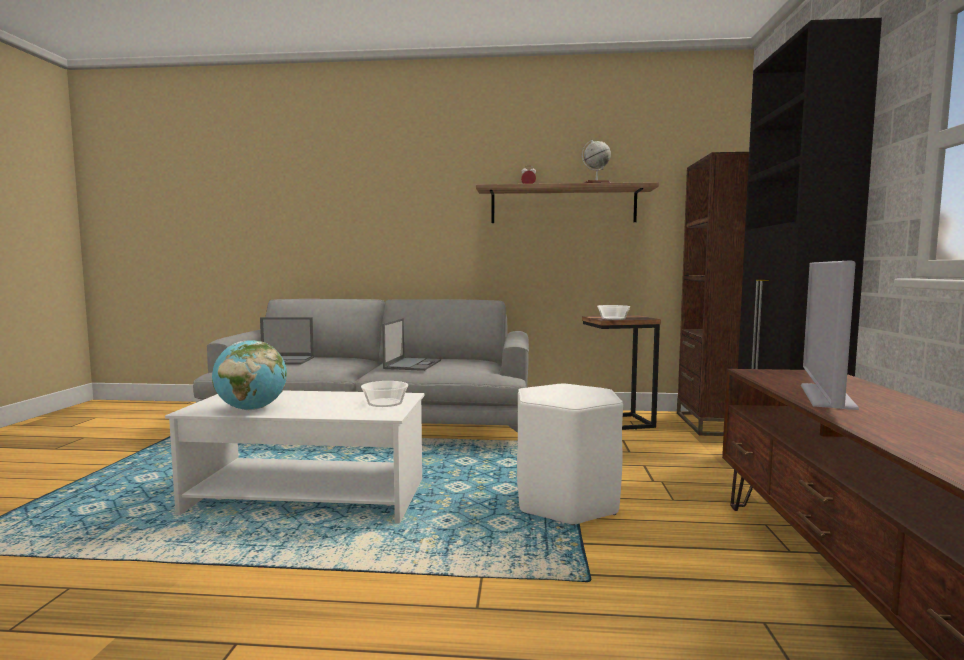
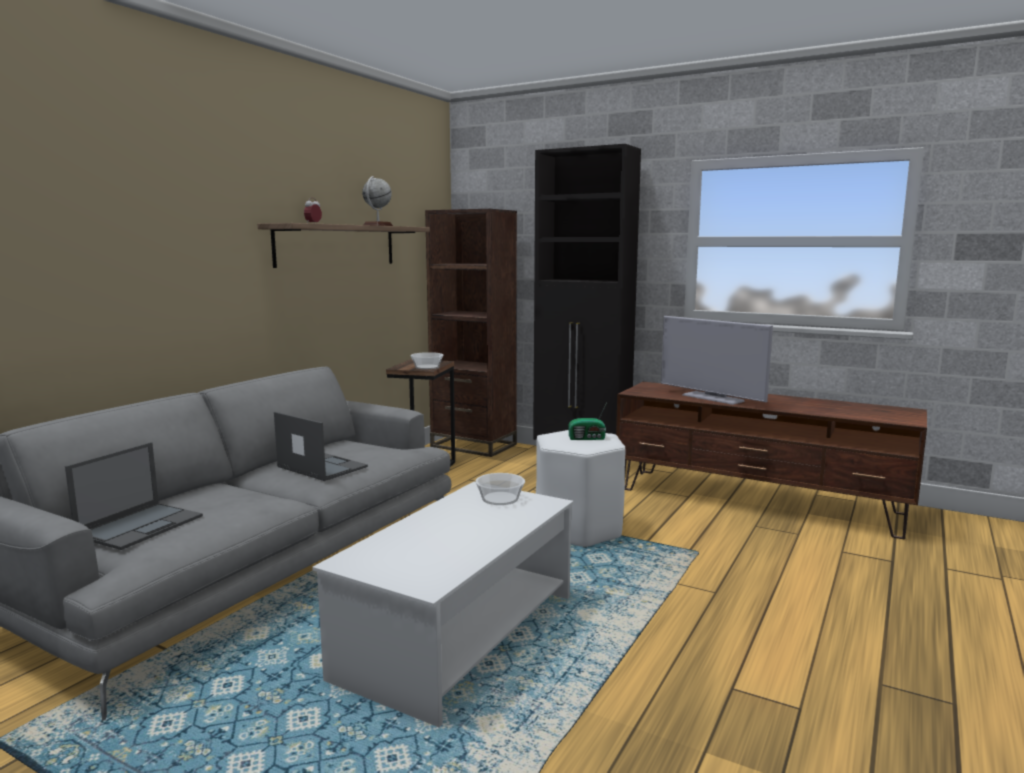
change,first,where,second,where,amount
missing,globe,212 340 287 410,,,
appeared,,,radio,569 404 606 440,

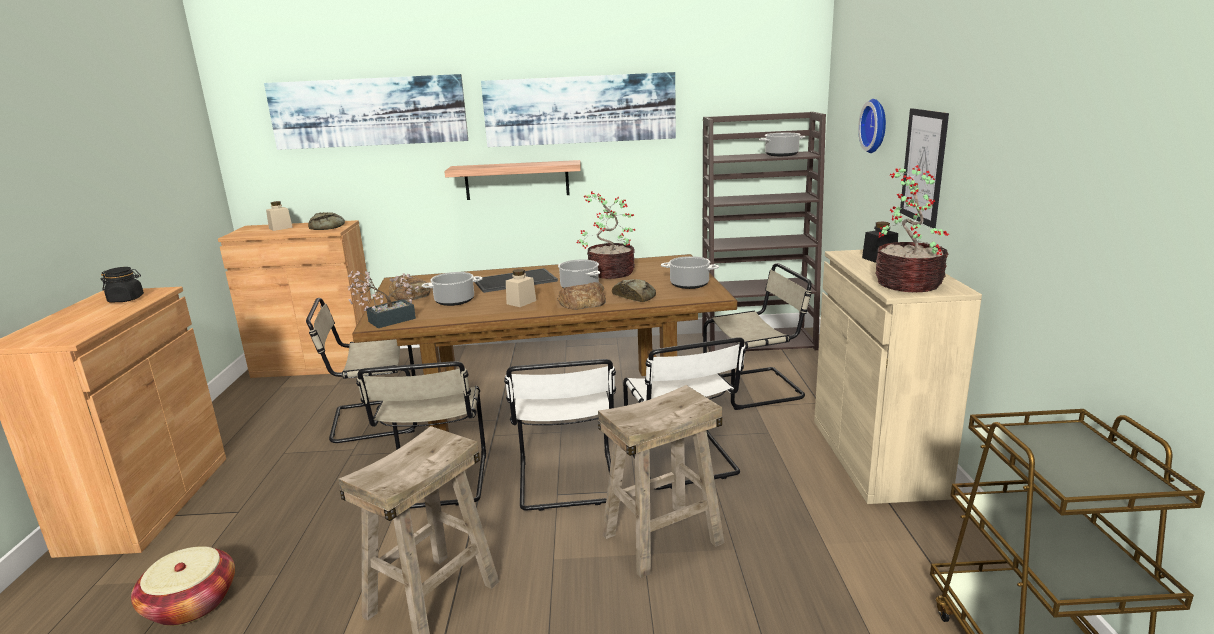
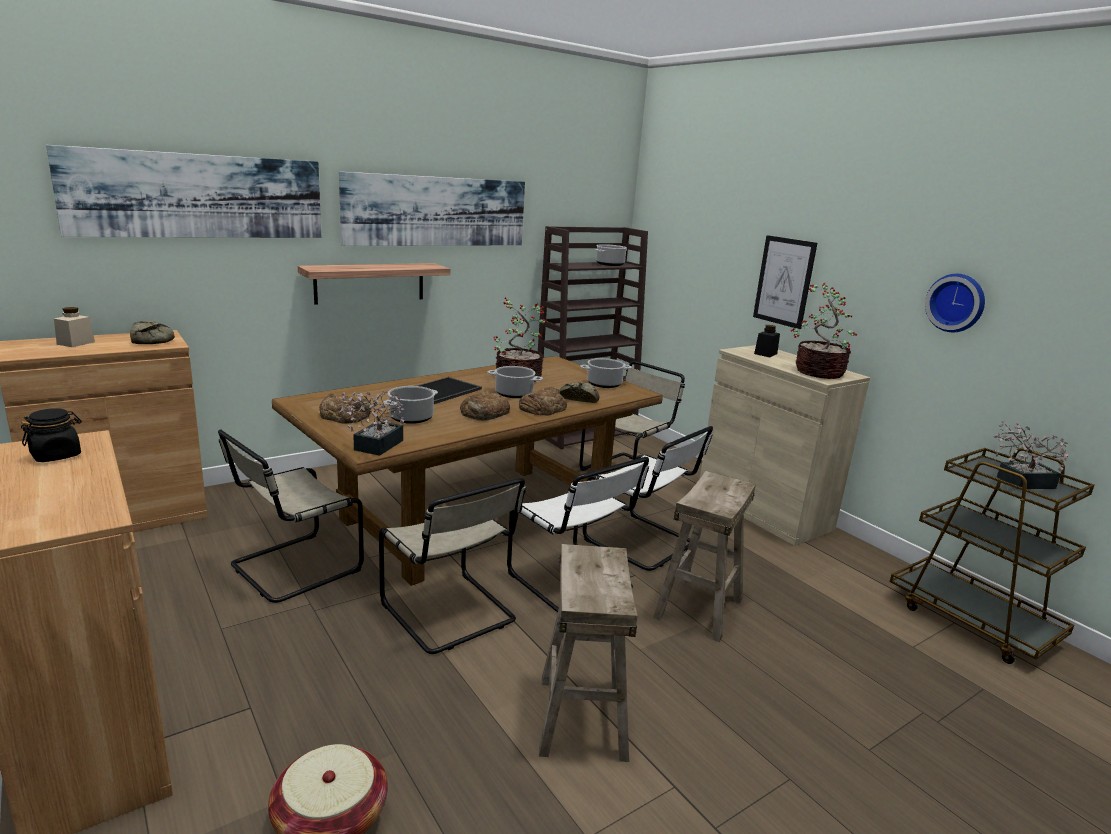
change,first,where,second,where,amount
relocated,wall clock,858 99 886 153,,925 274 985 332,
exchanged,beige jar,506 269 536 307,bakery bread,460 392 510 421,
appeared,,,potted plant,993 420 1069 489,

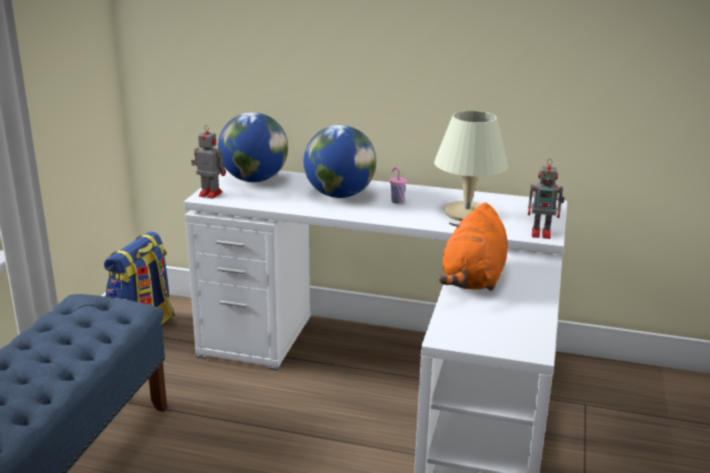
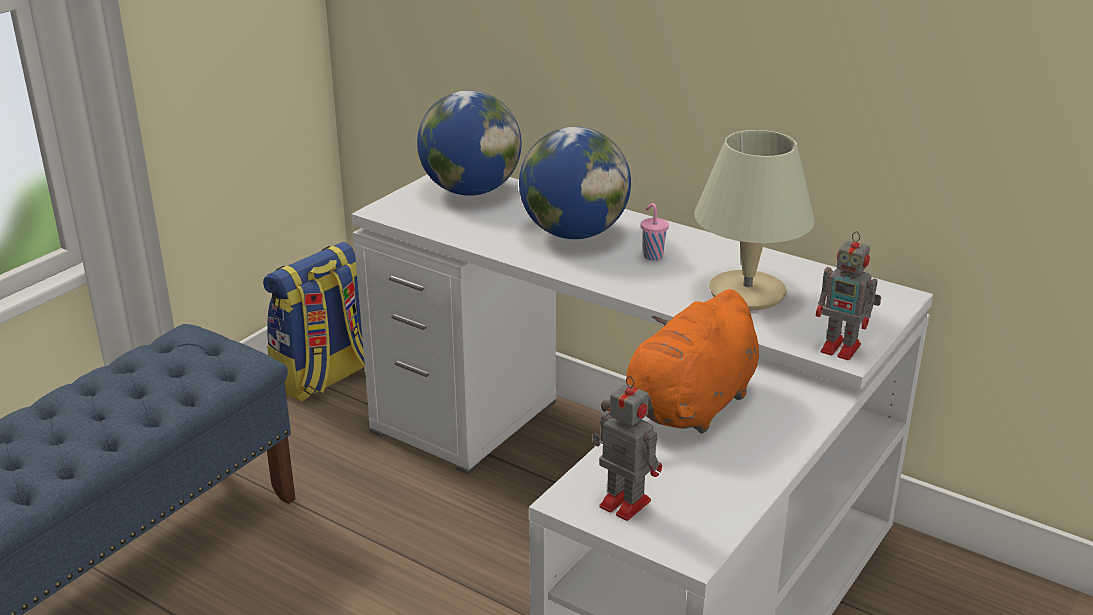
change,first,where,second,where,amount
relocated,robot figure,191 125 226 199,,592 376 662 521,

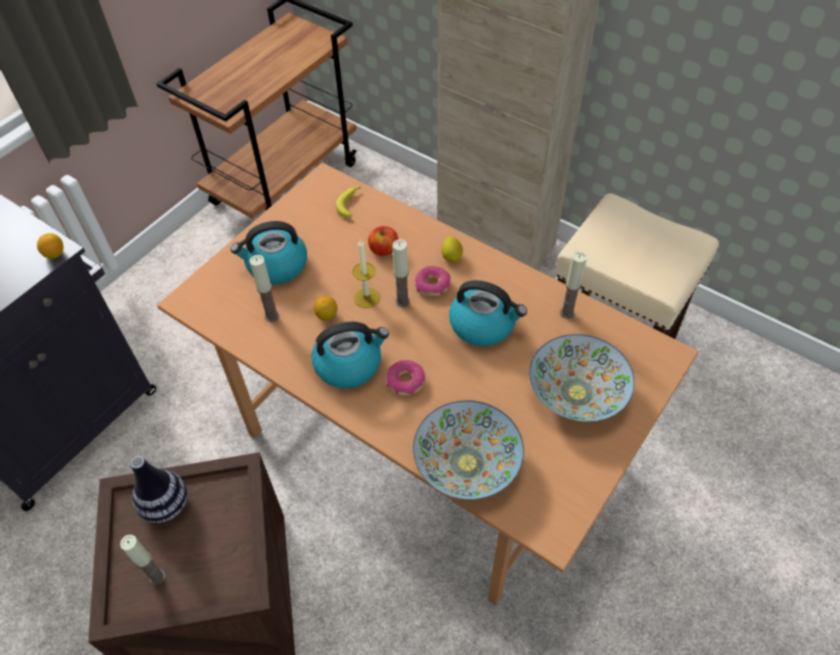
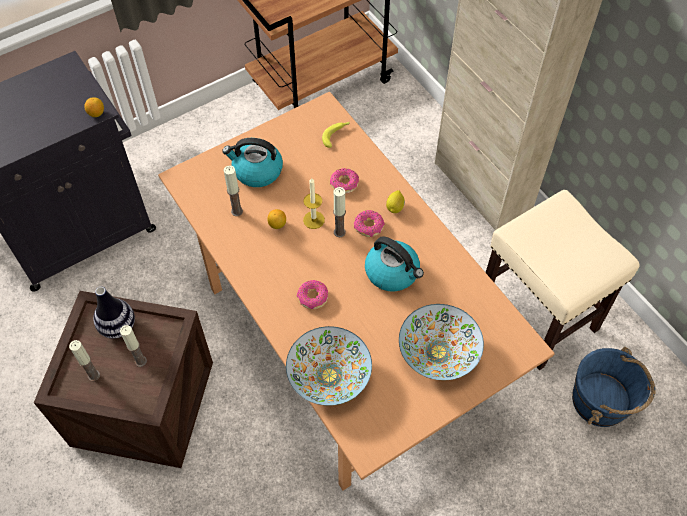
change,first,where,second,where,amount
exchanged,apple fruit,368 226 398 256,donut,330 168 359 194,
relocated,candle,560 251 587 319,,120 325 147 367,
missing,kettle,311 322 389 389,,,
appeared,,,blue-coloured bucket,572 347 656 427,

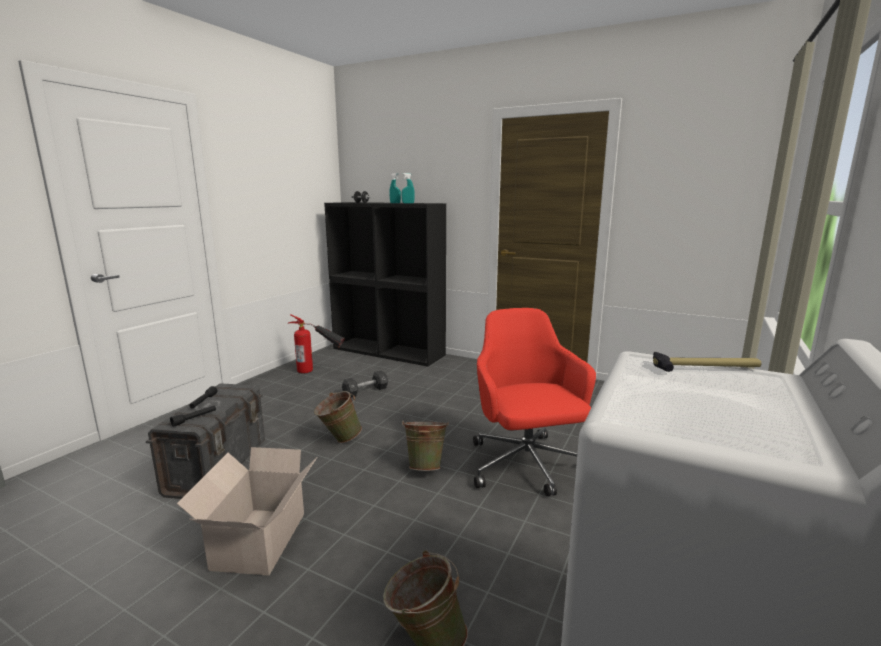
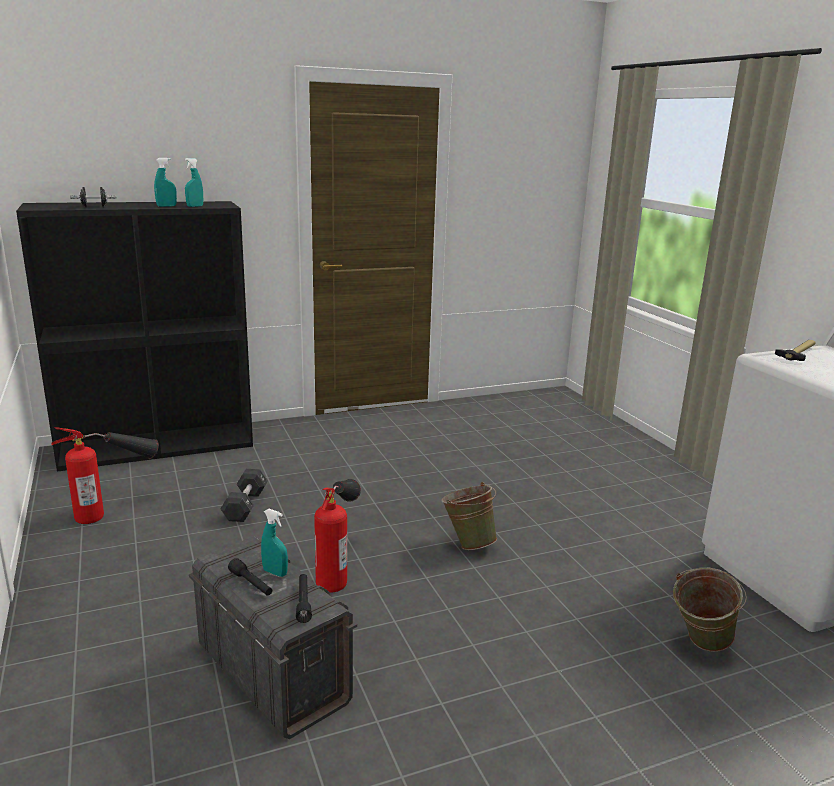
change,first,where,second,where,amount
missing,red office chair,473 308 596 496,,,
exchanged,green-coloured bucket,314 391 362 443,extinguisher,314 479 361 593,
missing,packing box,177 447 317 576,,,
appeared,,,turquoise-coloured sprayer,261 509 288 577,

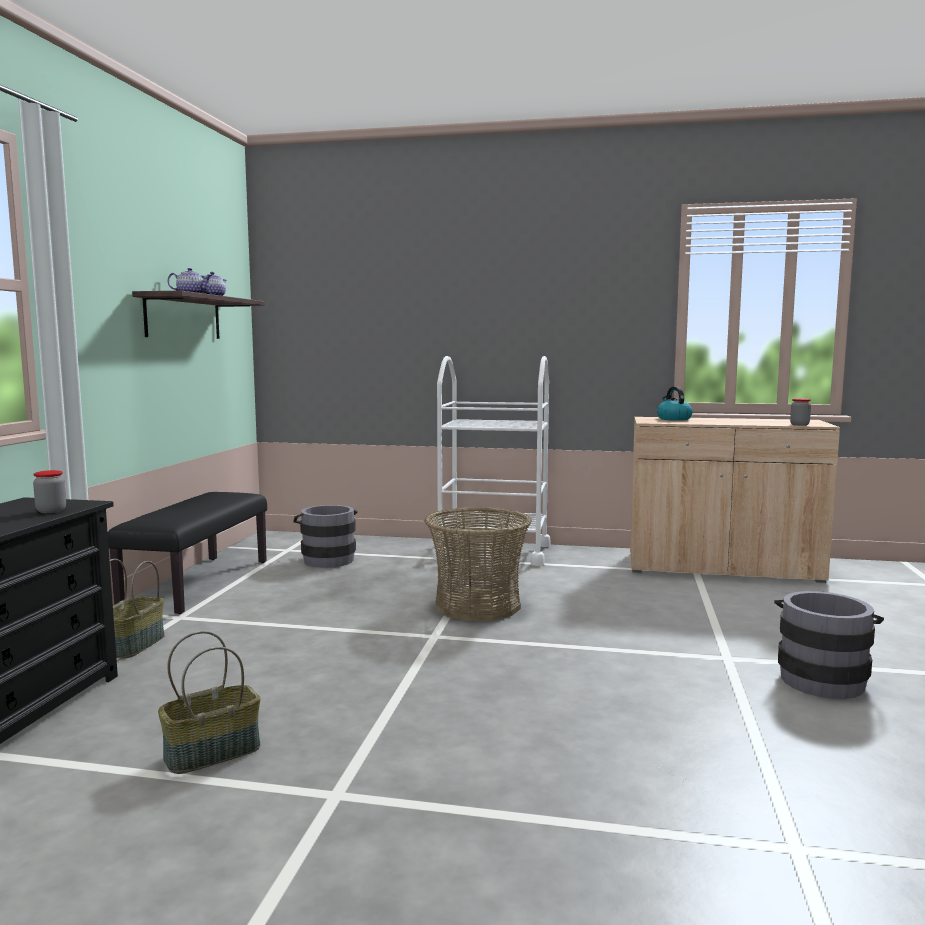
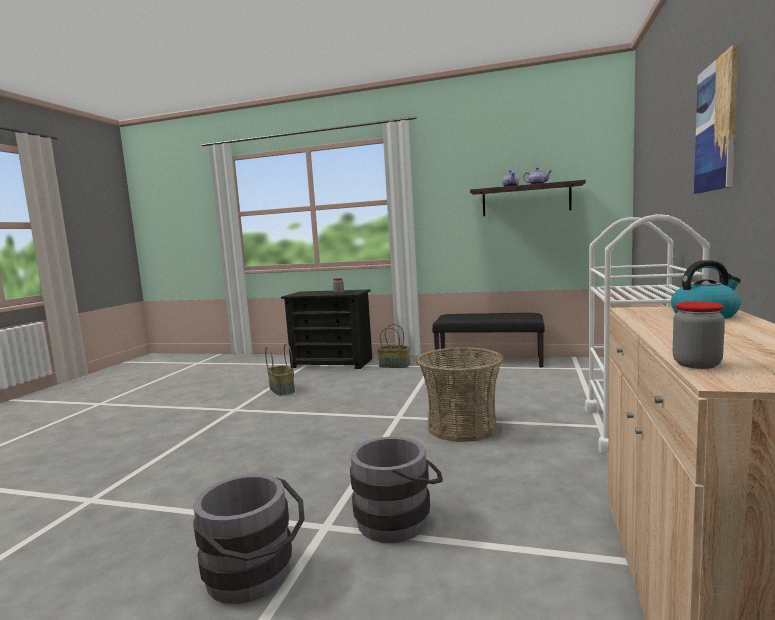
change,first,where,second,where,amount
relocated,grey bucket,293 505 358 568,,350 437 443 543,
appeared,,,wall picture,694 44 739 194,

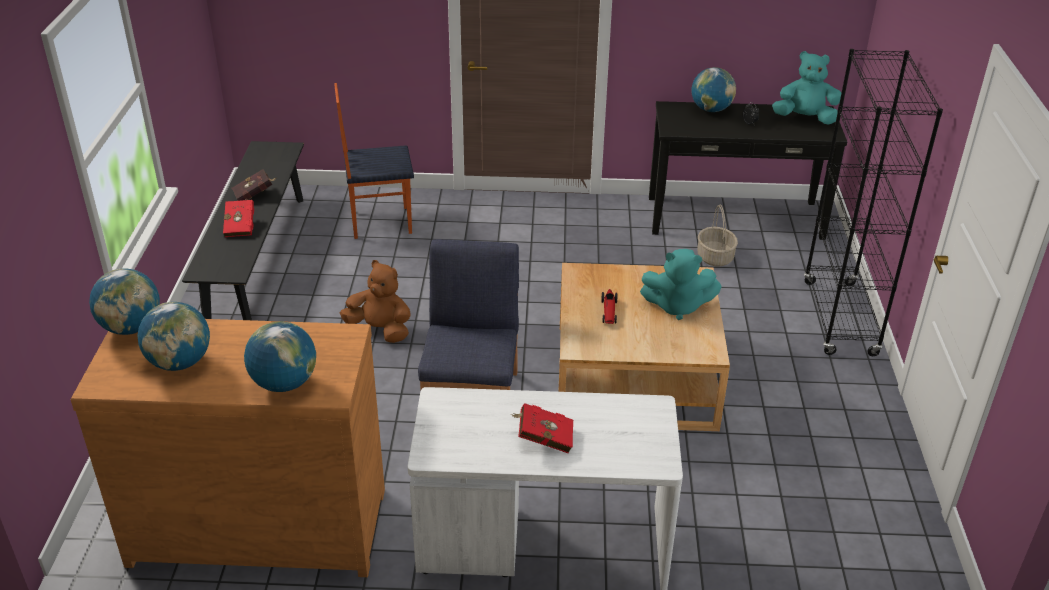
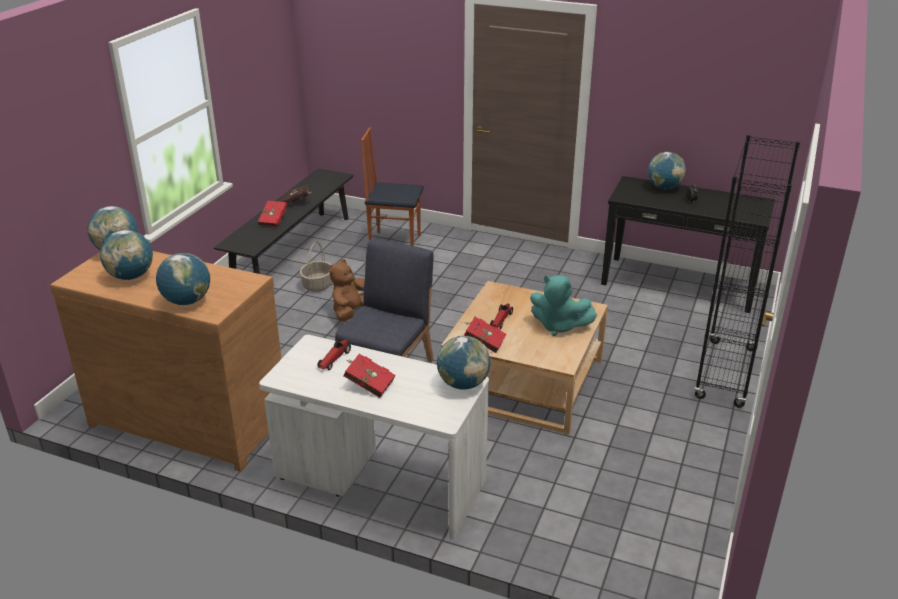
change,first,where,second,where,amount
missing,turquoise-coloured soft toy,772 51 841 125,,,
relocated,household basket,698 205 738 267,,300 241 332 292,
spun,brown soft toy,340 260 411 343,,329 259 365 321,105 degrees counterclockwise
appeared,,,red book,464 317 506 353,
appeared,,,globe,437 336 490 390,
appeared,,,toy car,317 340 351 370,

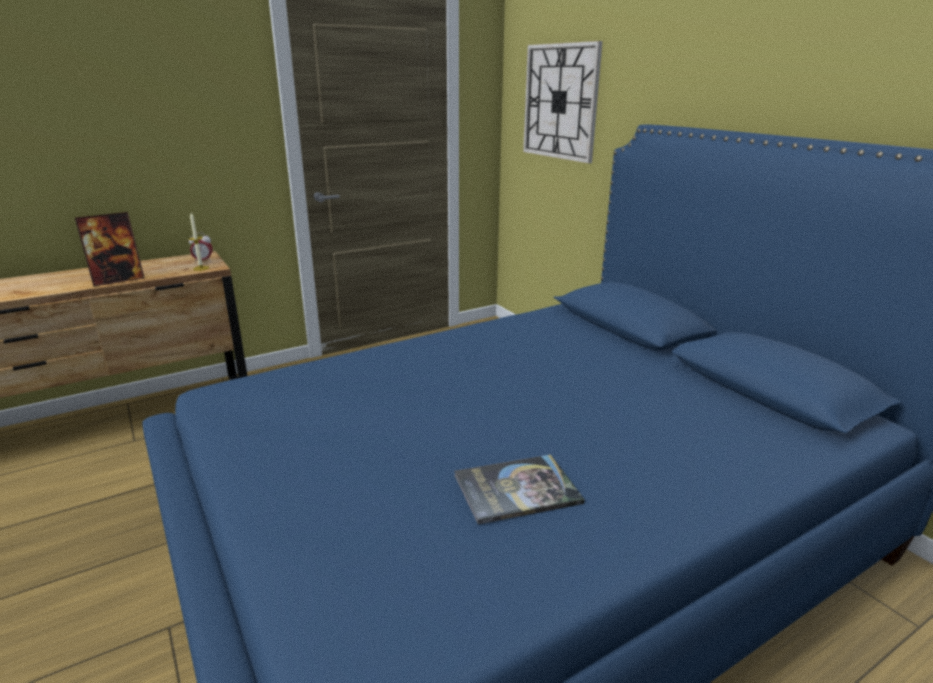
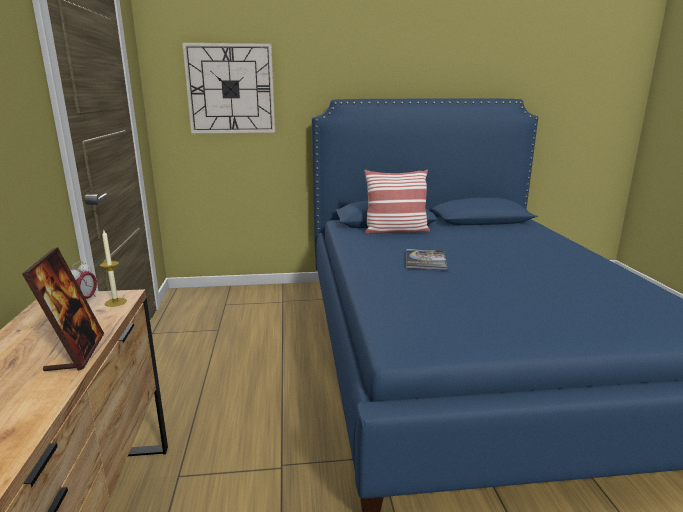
change,first,where,second,where,amount
relocated,book,454 455 585 525,,406 249 448 270,
appeared,,,throw pillow,364 170 430 234,

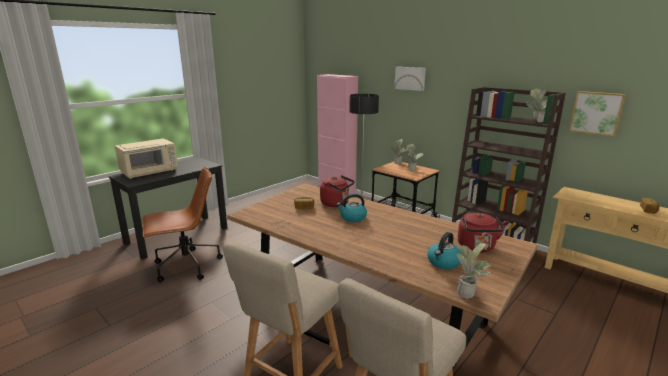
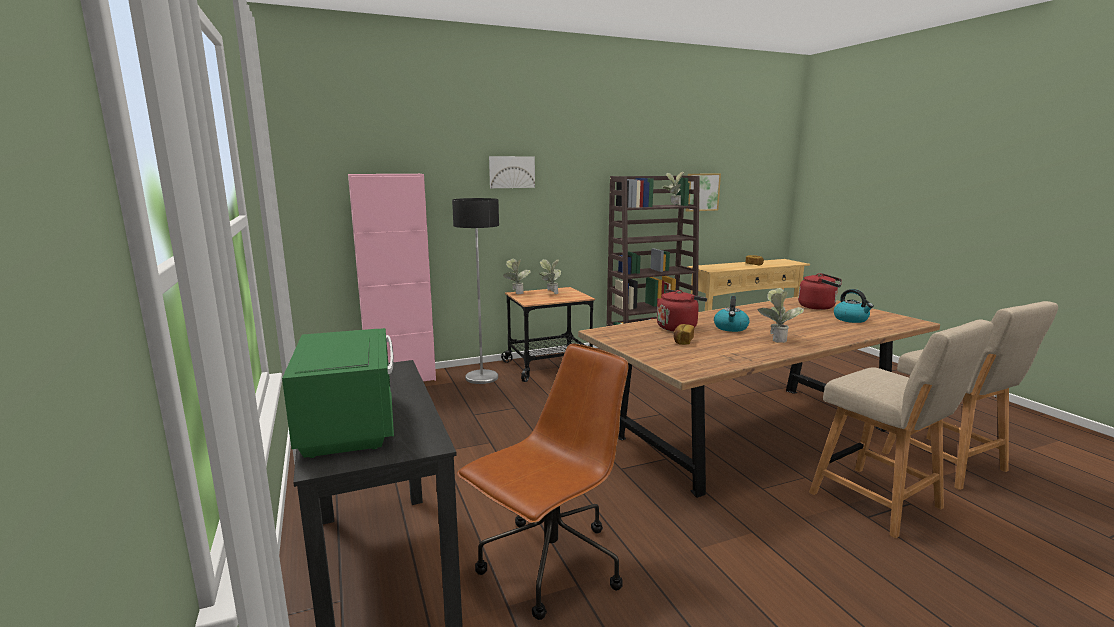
change,first,where,second,where,amount
colour,beige microwave,115 138 178 179,green-coloured microwave,282 328 394 458,
spun,brown office chair,142 167 223 282,,457 344 628 620,45 degrees clockwise
relocated,potted plant,456 243 492 298,,758 288 804 343,

